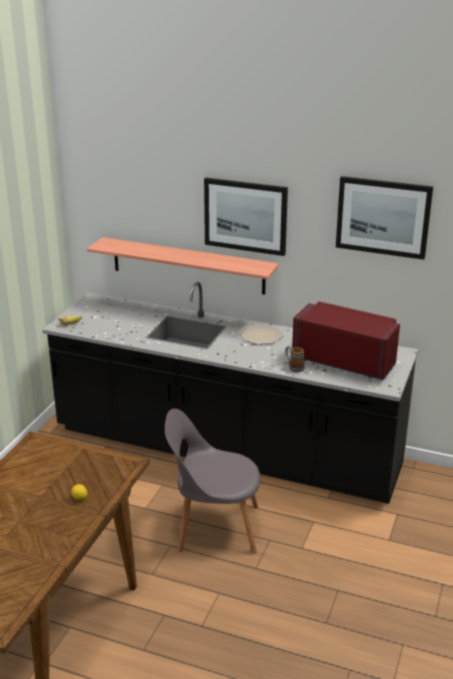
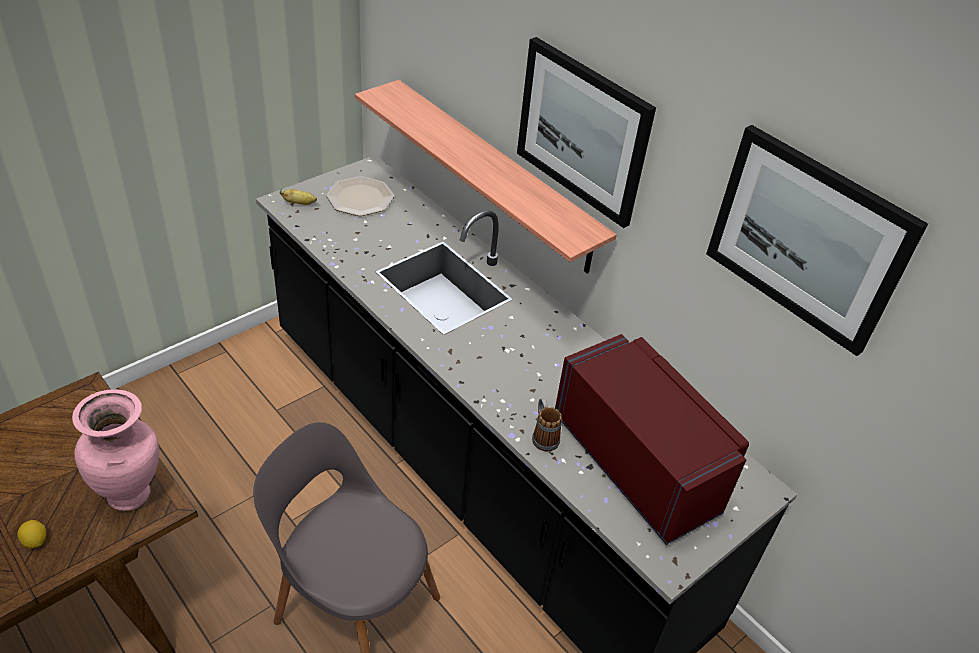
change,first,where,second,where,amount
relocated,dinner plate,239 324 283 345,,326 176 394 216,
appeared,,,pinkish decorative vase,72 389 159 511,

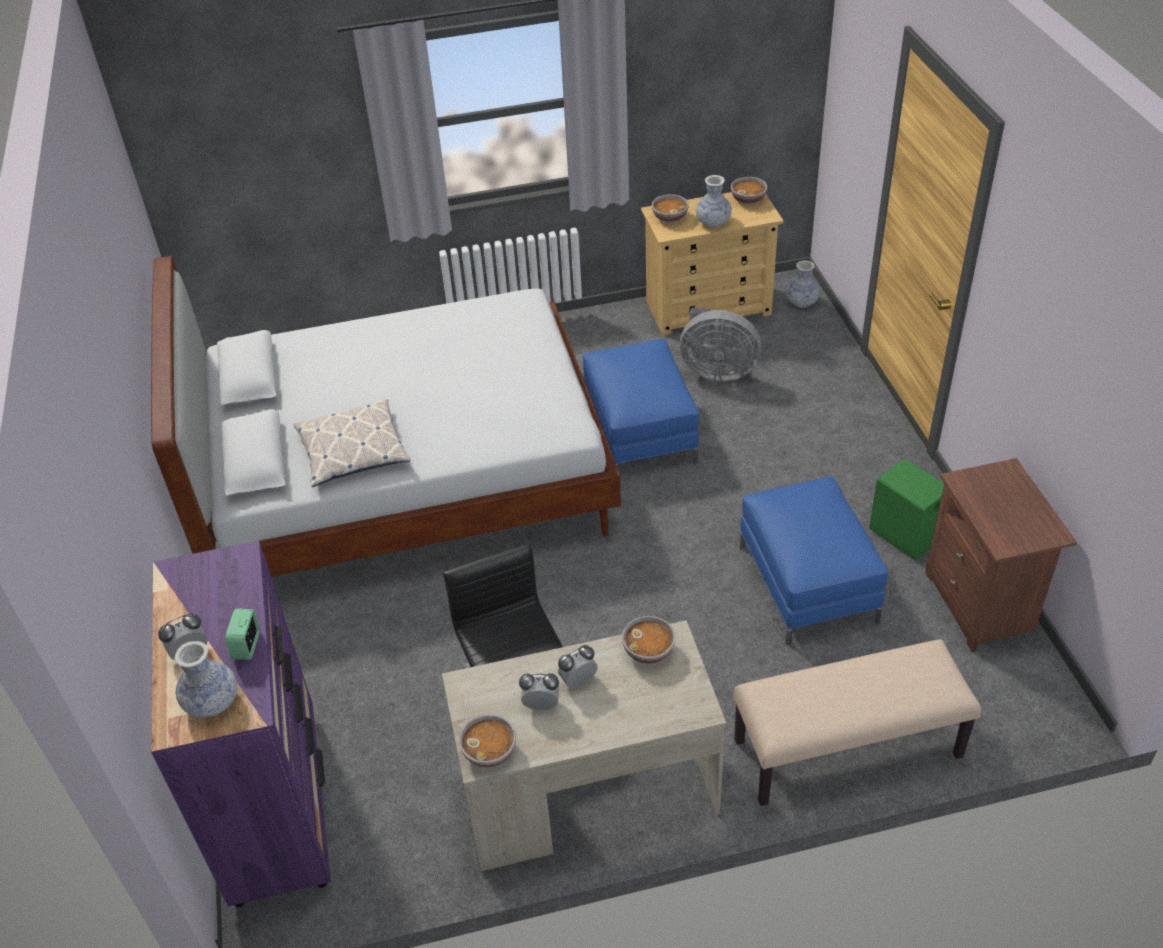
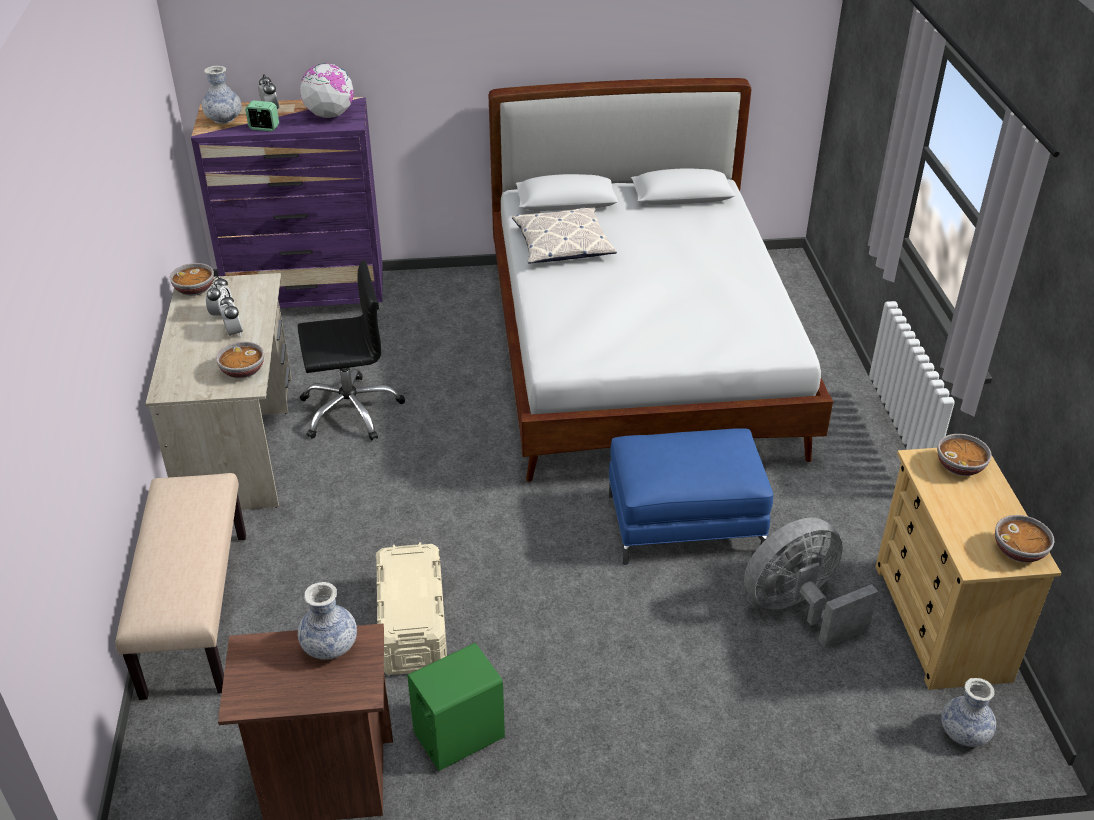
change,first,where,second,where,amount
relocated,decorative vase,696 175 732 228,,298 582 357 660,
spun,grey fan,680 308 761 381,,744 518 878 648,45 degrees clockwise
exchanged,blue-coloured footrest,740 476 888 645,beige storage container,376 542 447 675,
appeared,,,globe,300 63 354 118,

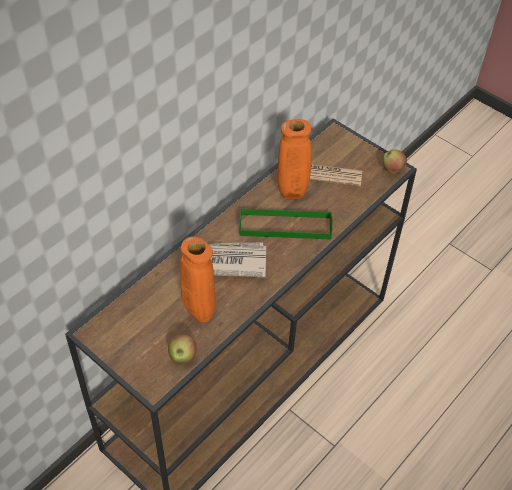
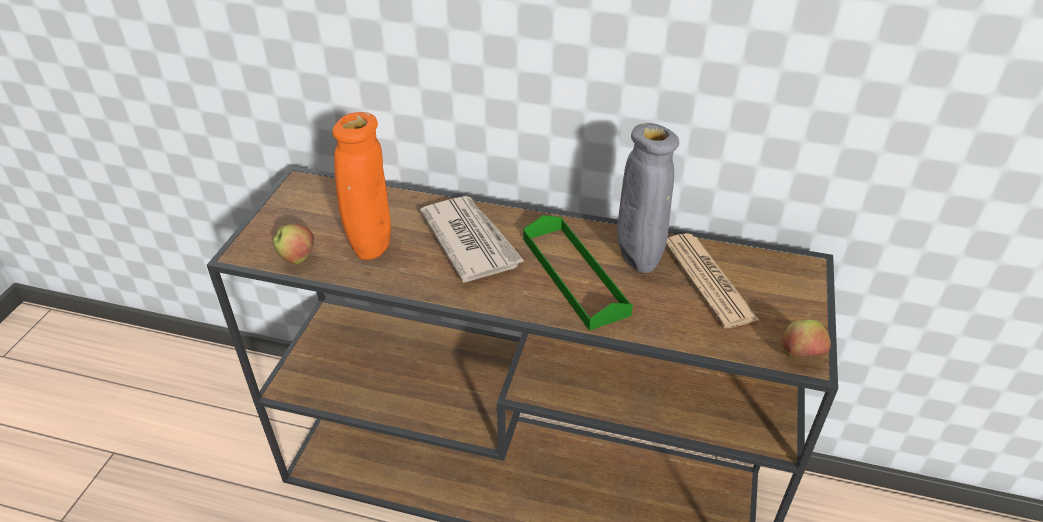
change,first,where,second,where,amount
colour,orangey decorative vase,277 119 312 199,grey decorative vase,617 123 679 273,

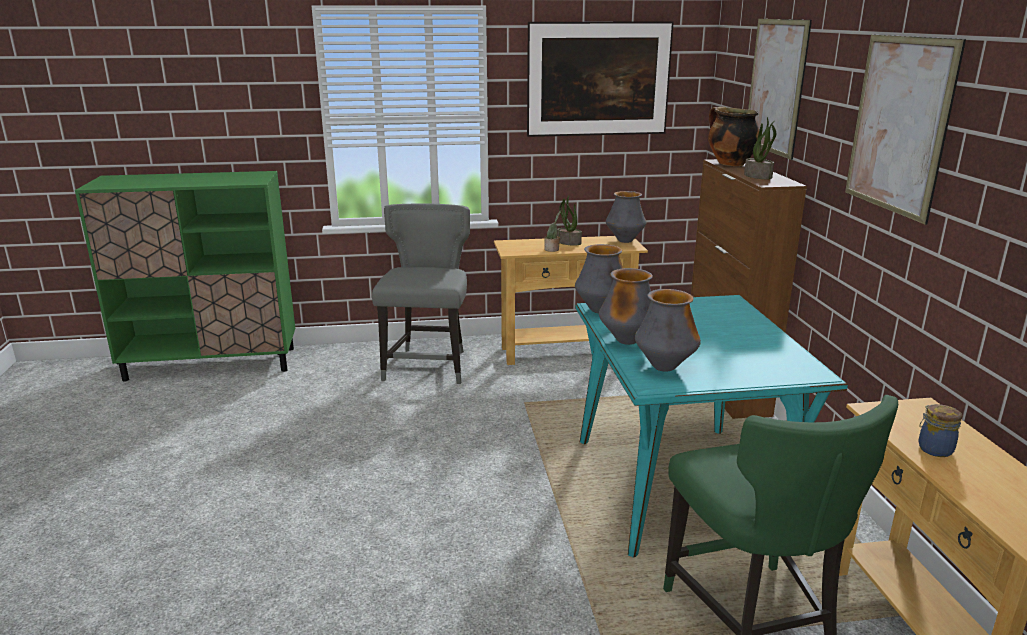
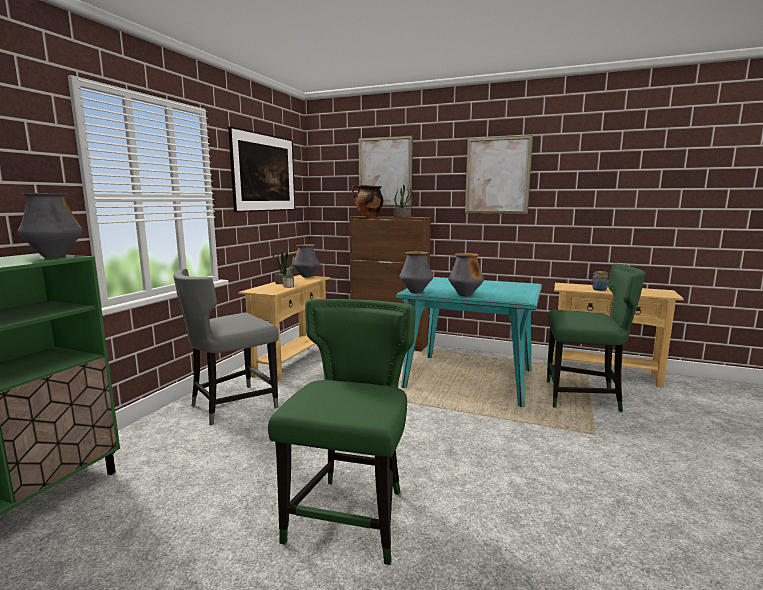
change,first,where,second,where,amount
spun,grey plain chair,372 203 470 384,,173 269 279 425,75 degrees counterclockwise
relocated,decorative vase,635 289 701 372,,18 193 82 258,
appeared,,,green-coloured plain chair,268 299 415 565,

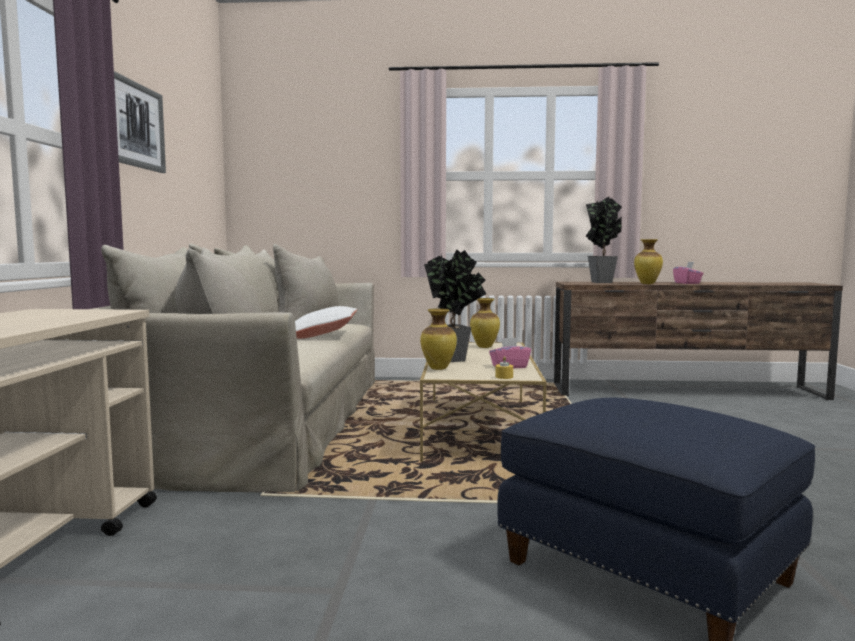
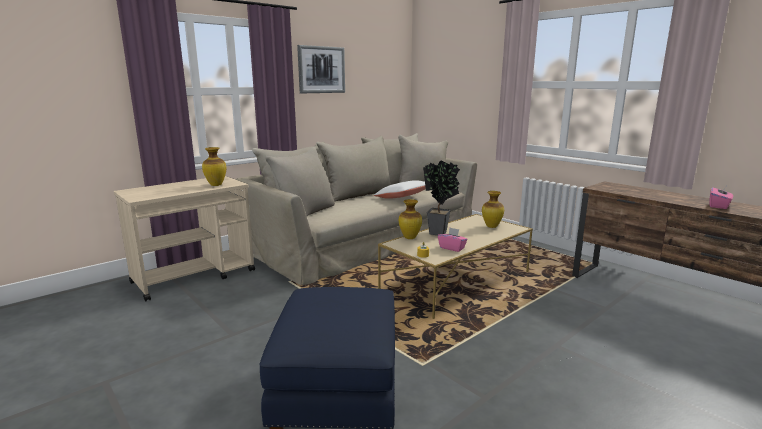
change,first,where,second,where,amount
missing,potted plant,586 197 622 283,,,
relocated,decorative vase,634 239 663 284,,202 147 226 186,

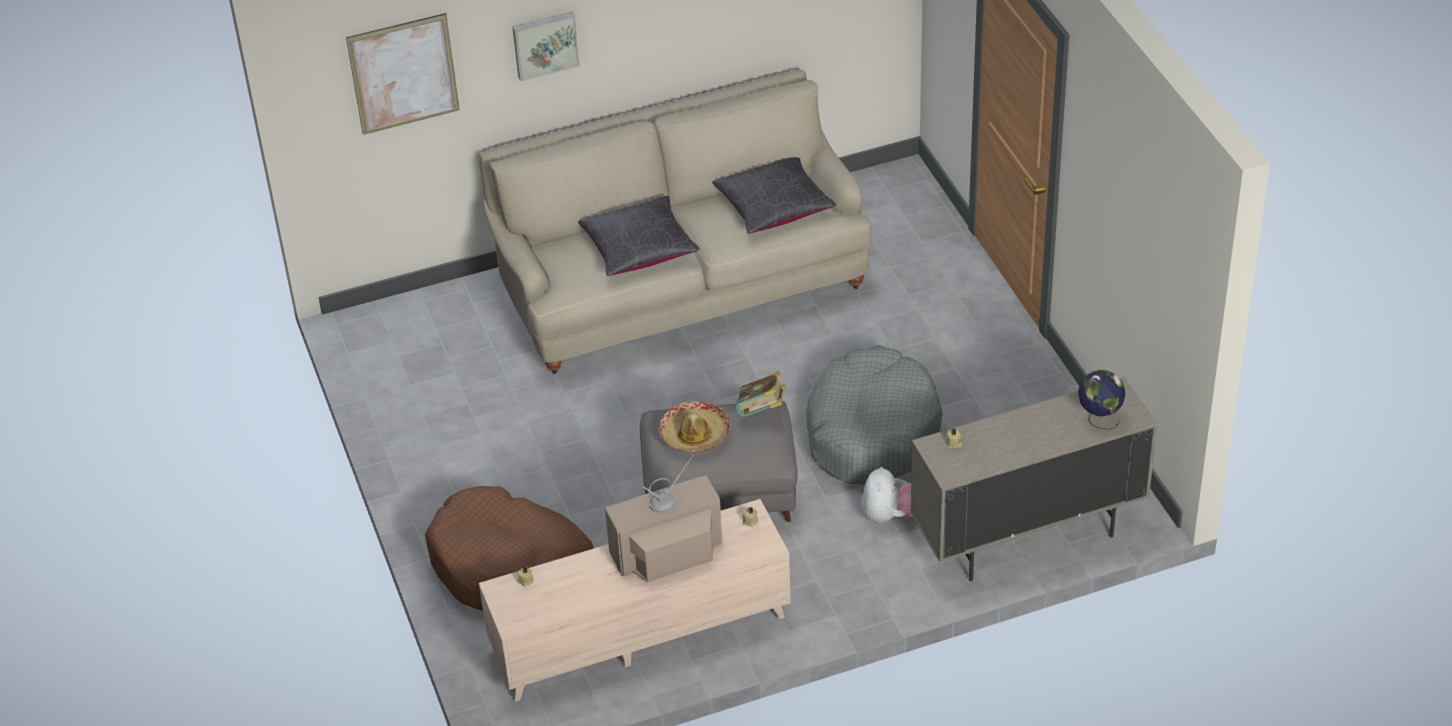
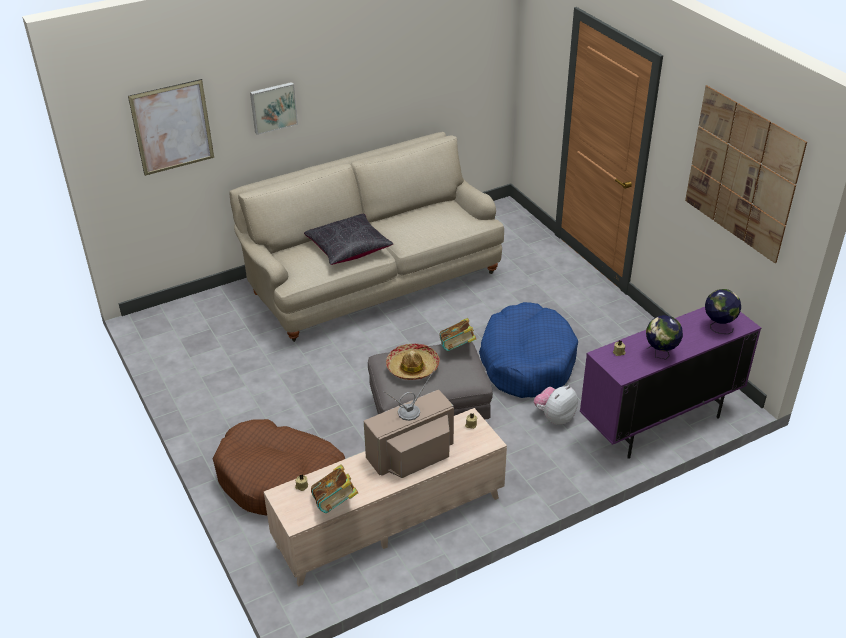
change,first,where,second,where,amount
missing,black-coloured throw pillow,712 157 836 234,,,
colour,grey pet bed,806 345 942 485,blue-coloured pet bed,479 302 578 398,
colour,beige cupboard,910 377 1158 582,purple-coloured cupboard,580 307 761 459,
spun,soft toy,862 467 912 523,,534 385 578 425,135 degrees counterclockwise
appeared,,,wall picture,685 85 807 263,
appeared,,,globe,646 315 683 360,
appeared,,,book,311 464 358 513,

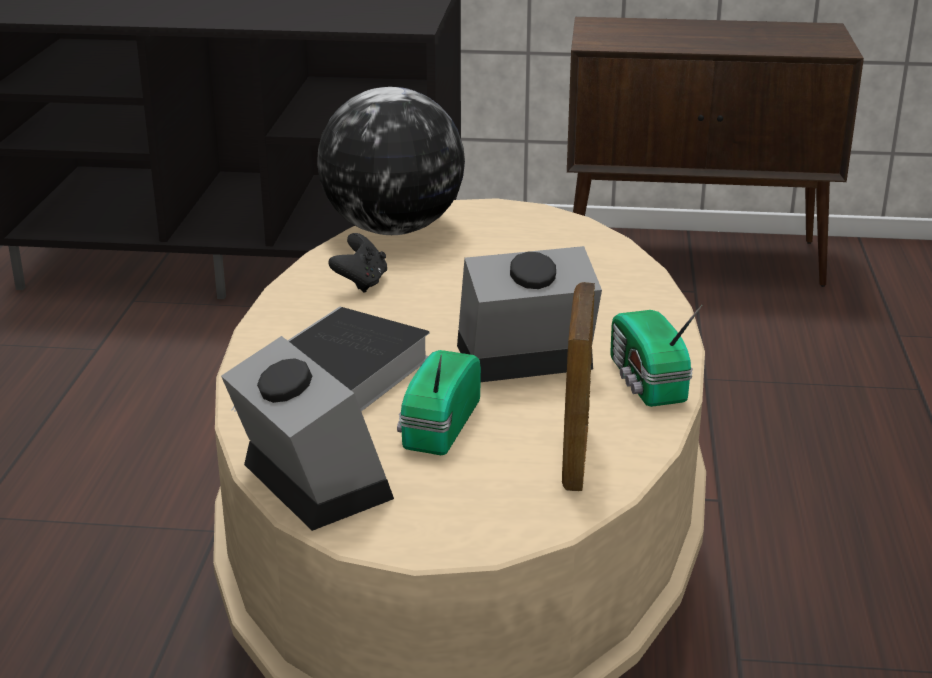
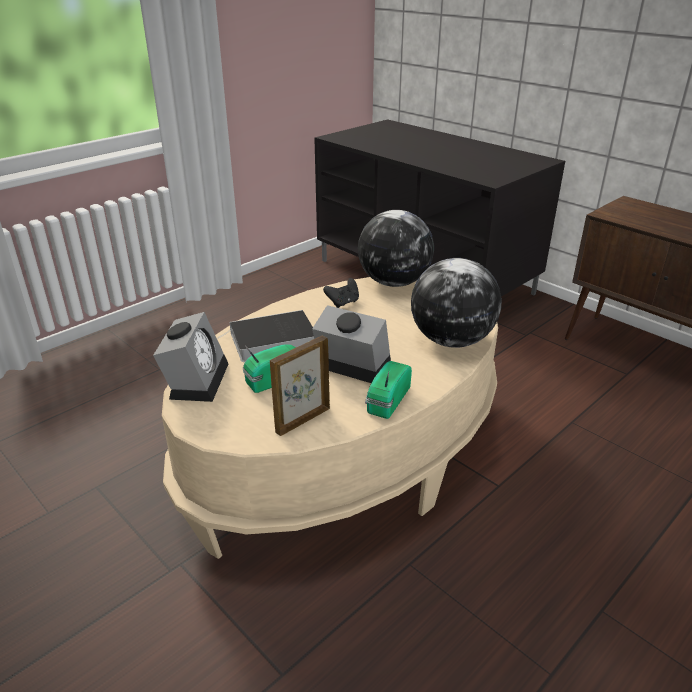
change,first,where,second,where,amount
appeared,,,globe,411 258 502 348,

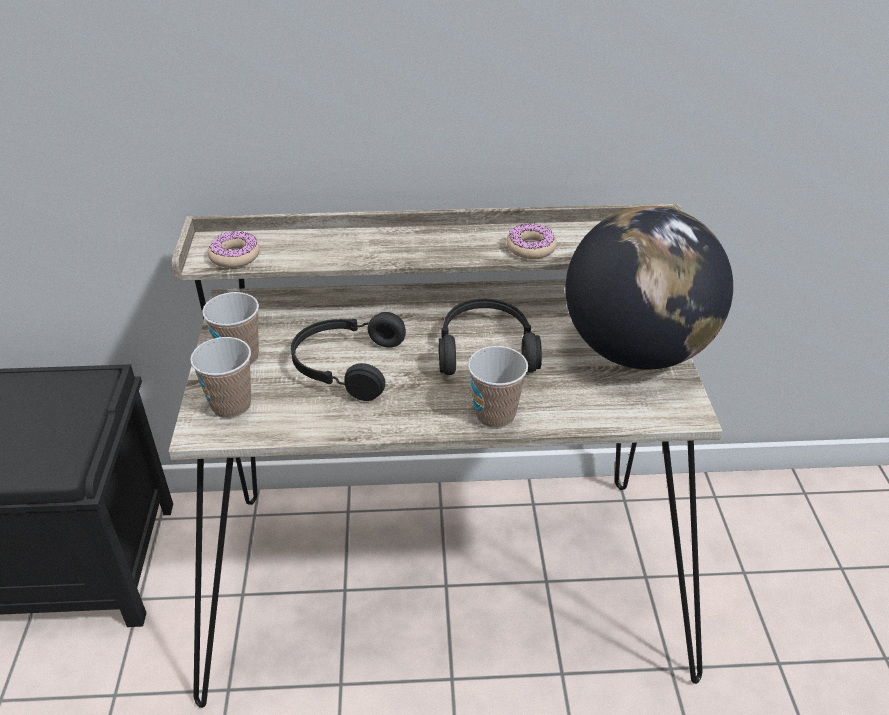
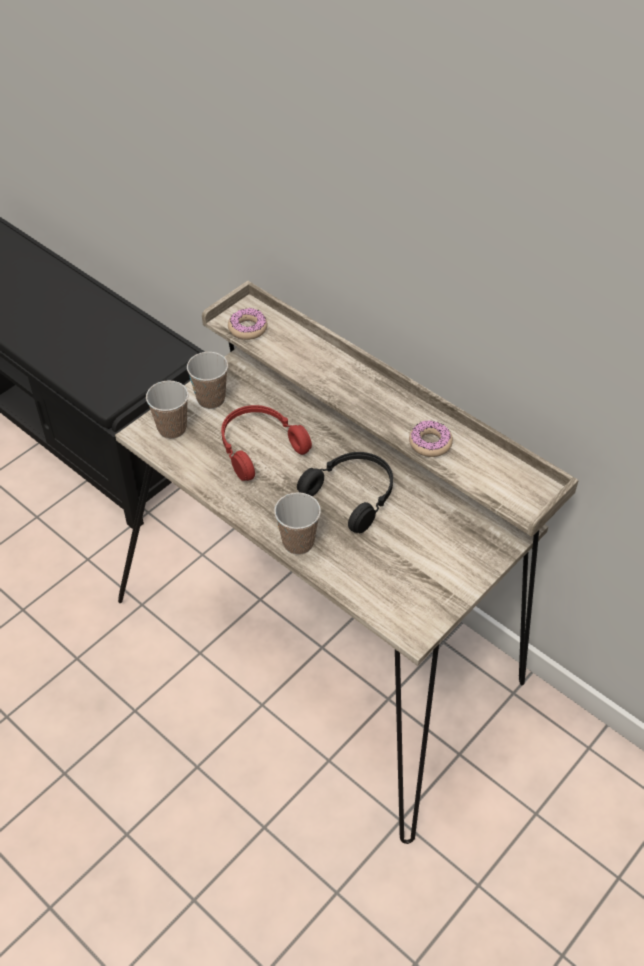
change,first,where,second,where,amount
missing,globe,565 206 733 370,,,
colour,black-coloured headset,291 312 406 401,red headset,221 405 312 481,

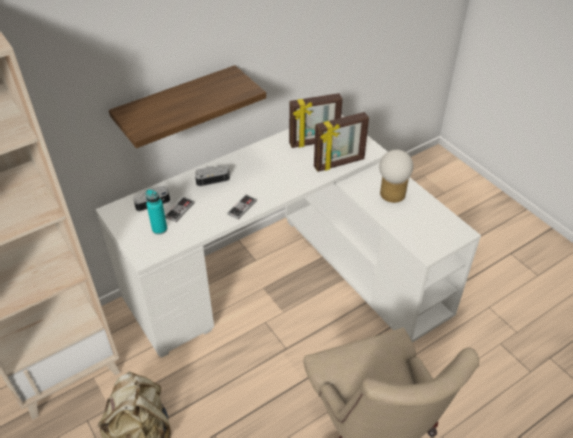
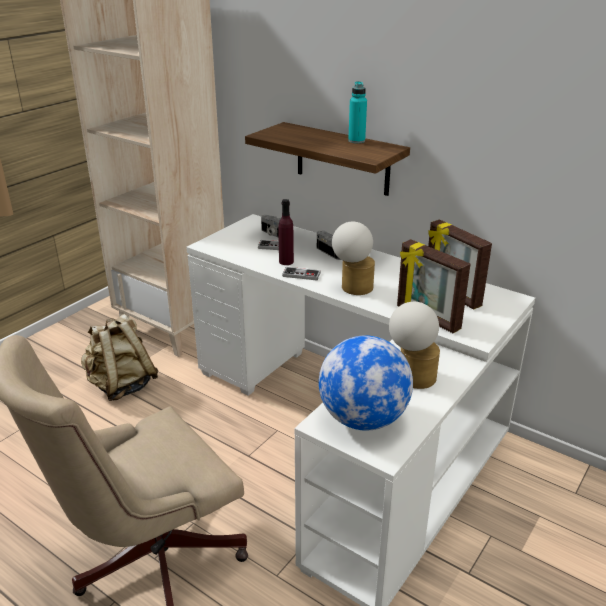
change,first,where,second,where,amount
relocated,turquoise-coloured beverage bottle,146 189 167 235,,348 81 367 143,
appeared,,,purple-coloured beverage bottle,278 199 294 265,
appeared,,,table lamp,332 221 375 295,
appeared,,,globe,319 335 413 431,

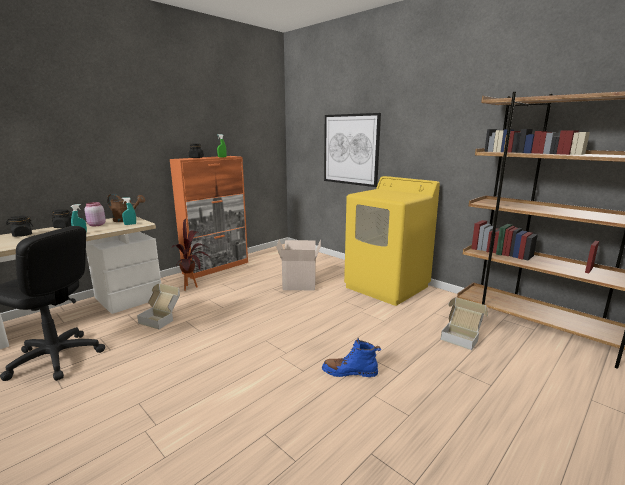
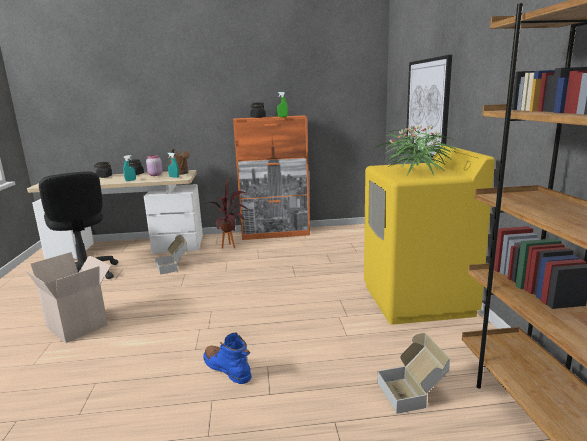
change,first,where,second,where,amount
relocated,packing box,276 239 321 290,,25 252 111 343,
appeared,,,potted plant,374 125 458 176,

